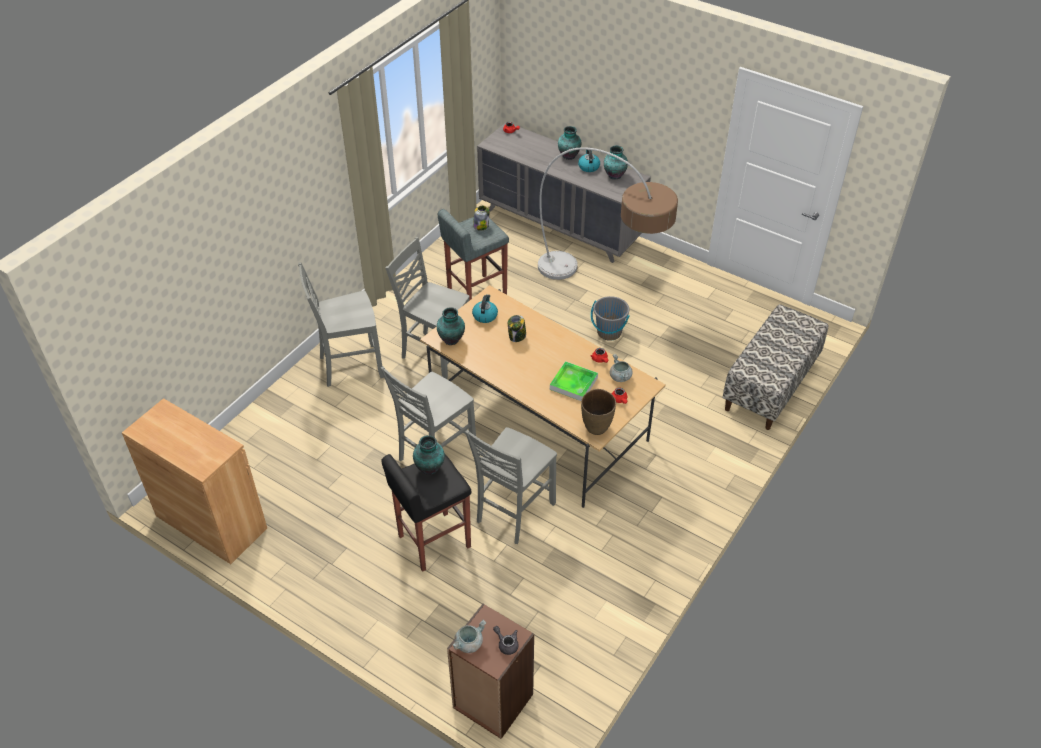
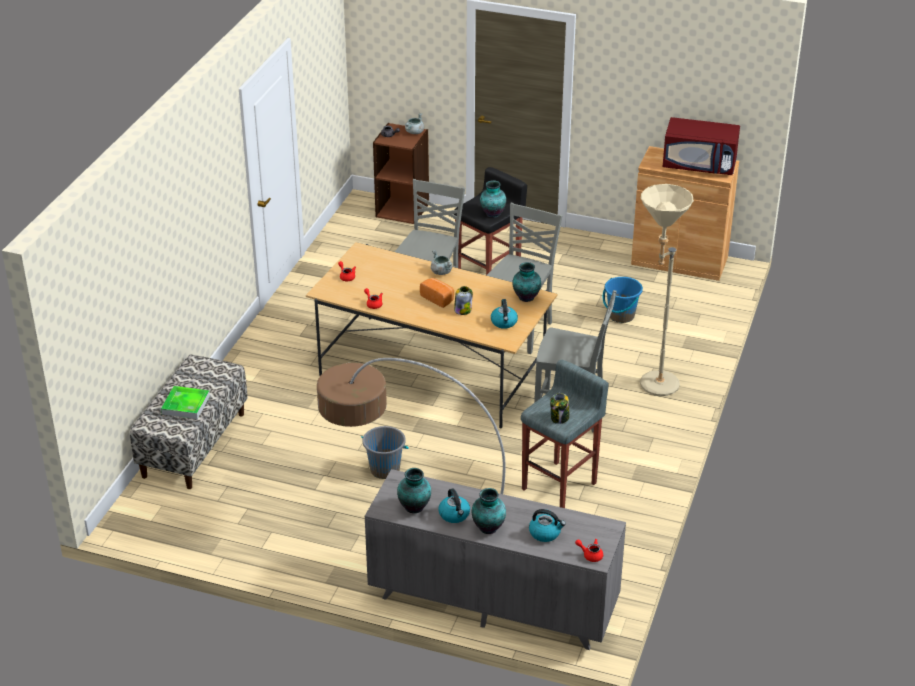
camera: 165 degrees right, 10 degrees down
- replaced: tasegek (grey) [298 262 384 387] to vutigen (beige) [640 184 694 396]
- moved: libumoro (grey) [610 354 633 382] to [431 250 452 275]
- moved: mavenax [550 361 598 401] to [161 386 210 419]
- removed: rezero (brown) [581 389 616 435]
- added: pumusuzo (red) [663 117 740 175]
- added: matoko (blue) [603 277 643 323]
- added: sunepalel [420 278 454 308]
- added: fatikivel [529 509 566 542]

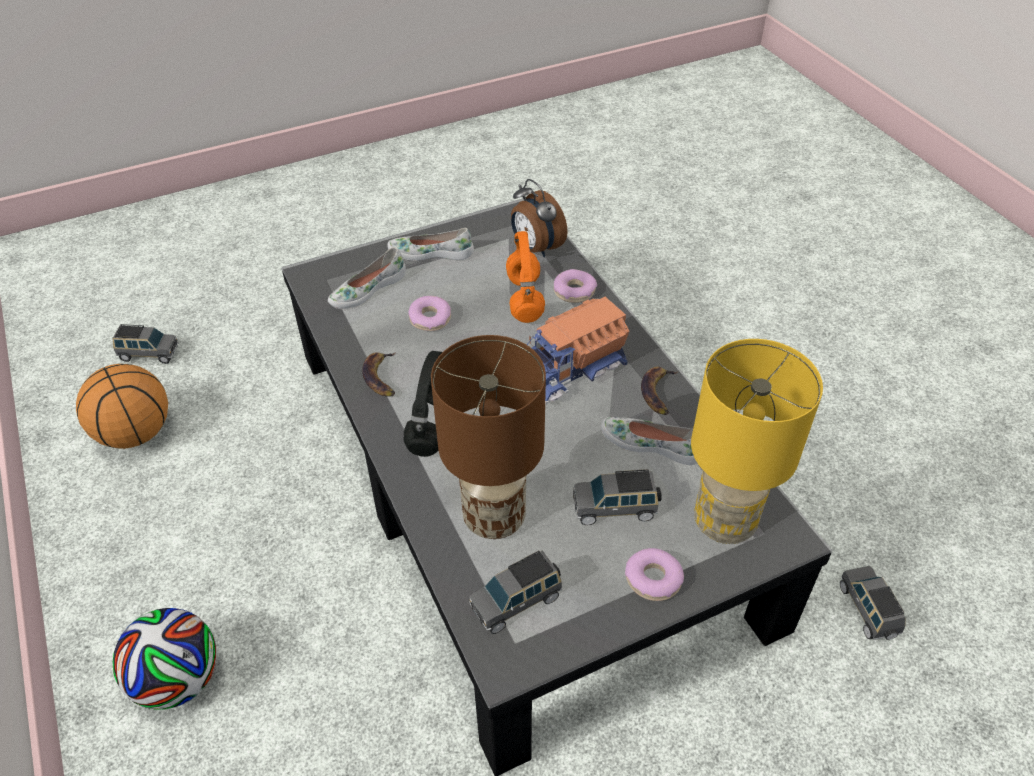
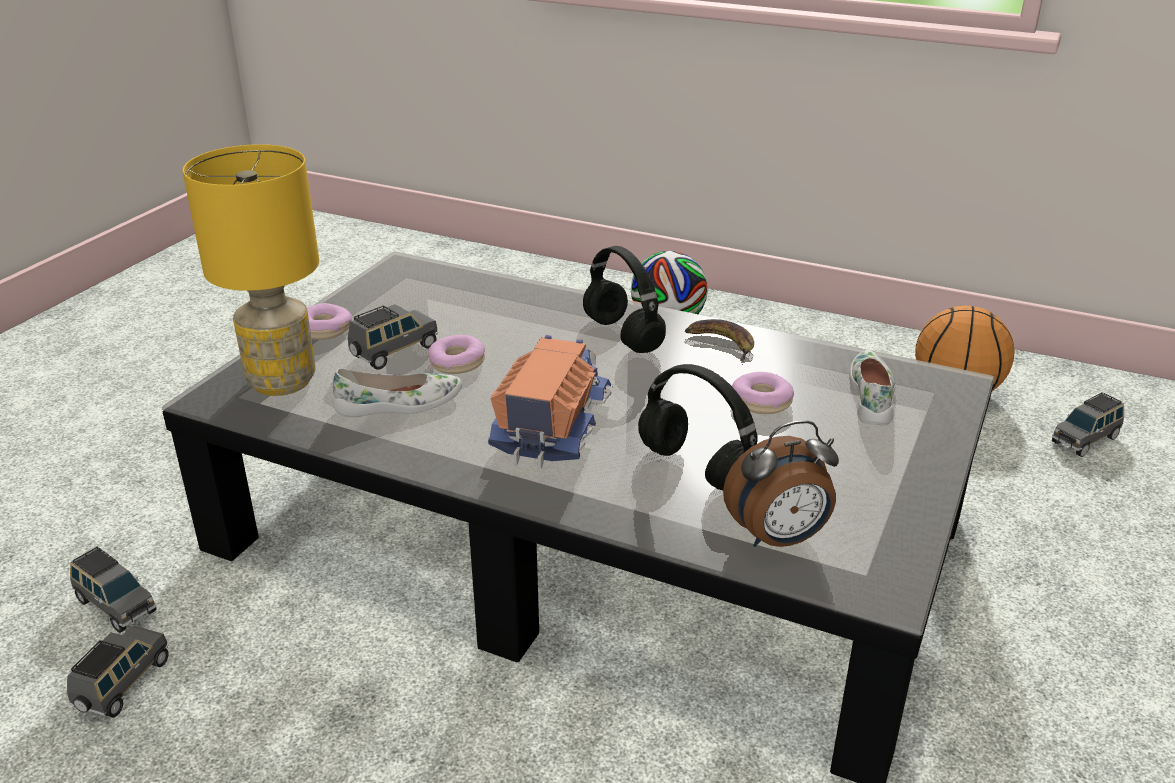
camera: 140 degrees right, 15 degrees down
- turned: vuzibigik [511 179 568 257] = [723 421 839 547] 150 degrees clockwise
- removed: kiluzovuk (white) [387 228 474 261]
- recoloured: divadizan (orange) [506 231 545 323] to divadizan (black) [638 364 758 491]
- moved: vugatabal [554 269 597 303] to [428 335 485 374]
- removed: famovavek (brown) [431 335 546 539]
- removed: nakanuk [641 367 678 415]
- moved: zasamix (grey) [469 550 562 634] to [67 626 169 718]

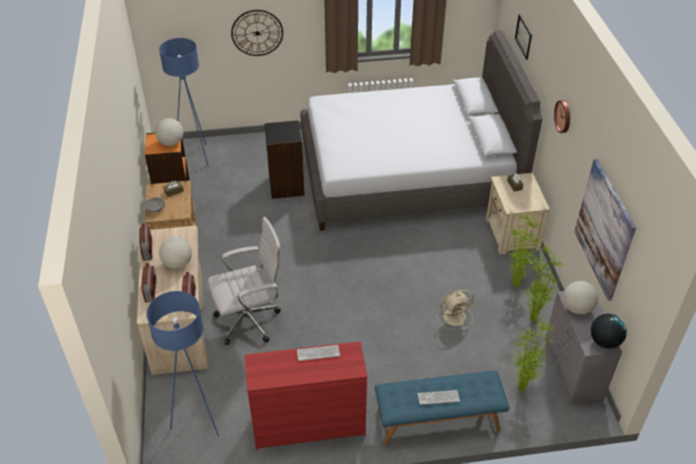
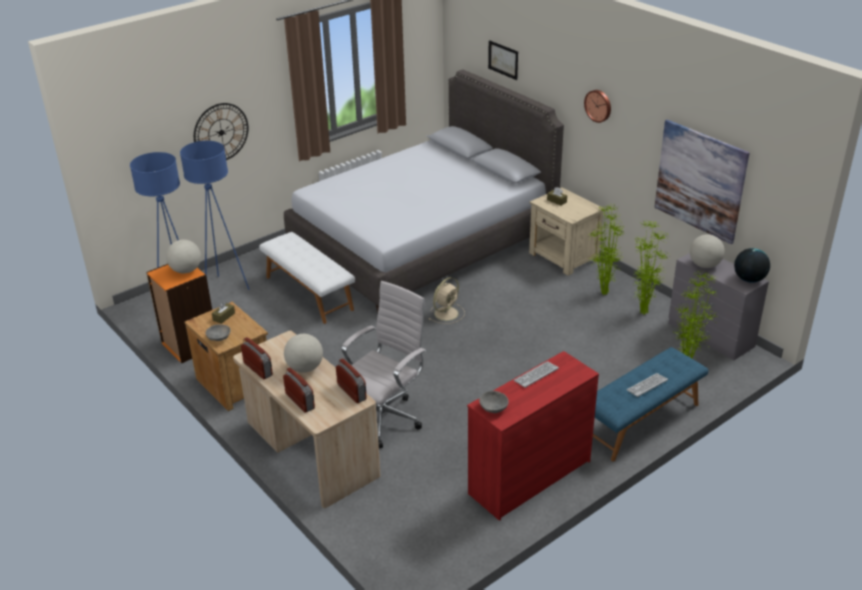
camera: 30 degrees left, 10 degrees down
- replaced: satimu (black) [265 120 305 199] to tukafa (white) [259 232 355 324]
- moved: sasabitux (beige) [436 290 474 330] to [429 277 465 324]
- moved: vutigen (blue) [146 291 219 436] to [180 141 250 290]
- added: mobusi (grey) [479 391 509 413]

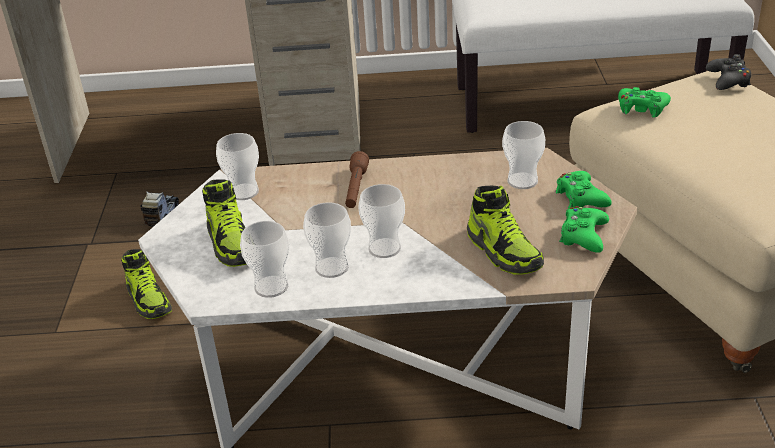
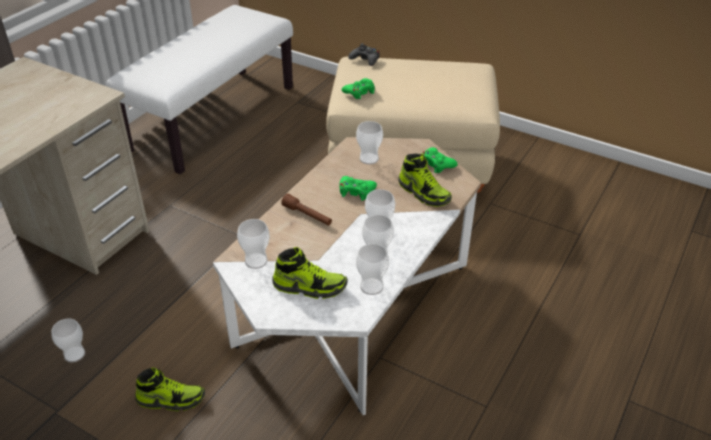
camera: 60 degrees left, 5 degrees up
- moved: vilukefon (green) [555 171 612 209] to [339 176 377 201]
- turned: kiluzovuk [467 186 544 275] = [398 154 452 207] 45 degrees clockwise
- replaced: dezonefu [140 192 179 227] to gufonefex [51 318 85 362]

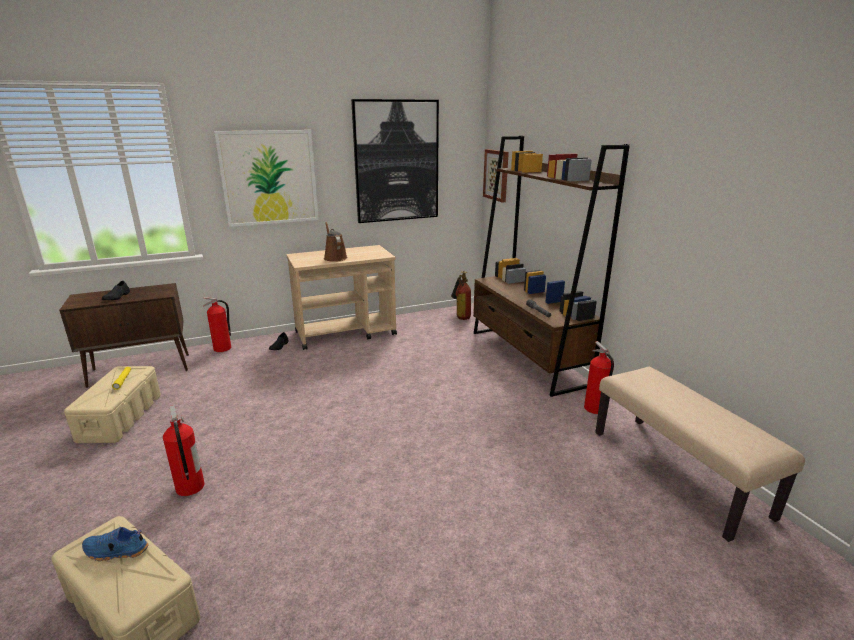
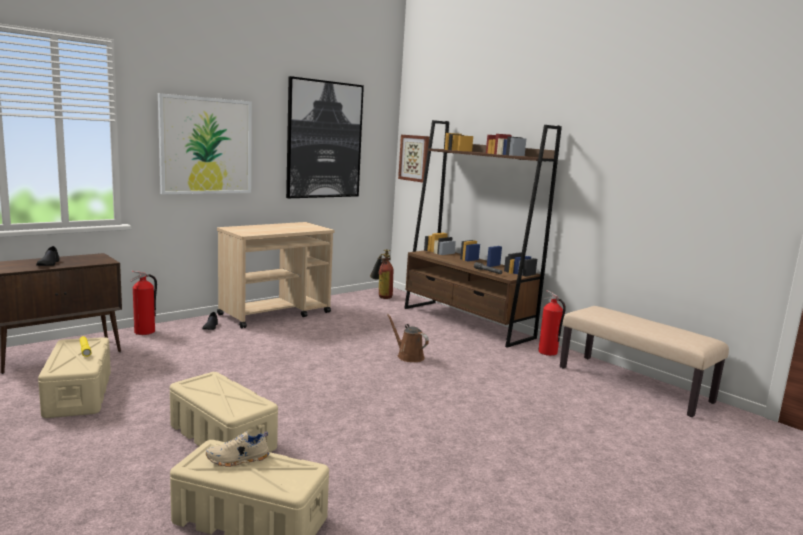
camera: 20 degrees left, 10 degrees down
- moved: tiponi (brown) [324 222 348 262] to [387 314 429 362]
- replaced: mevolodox [163 405 205 496] to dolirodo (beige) [170 372 278 452]
- recoloured: kiluzovuk (blue) [82 527 148 561] to kiluzovuk (beige) [206 431 270 467]

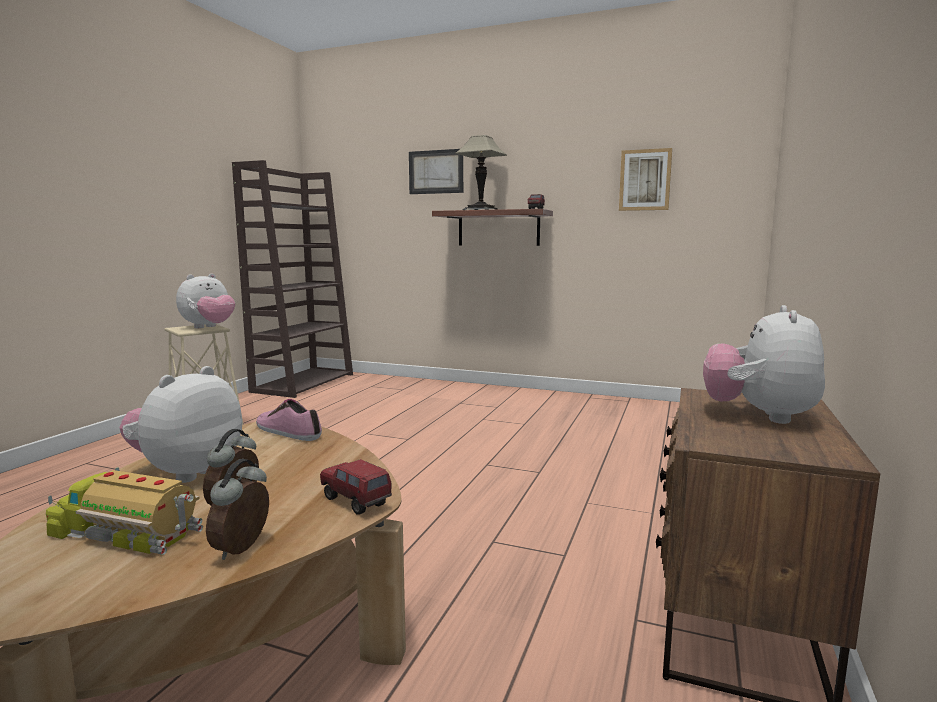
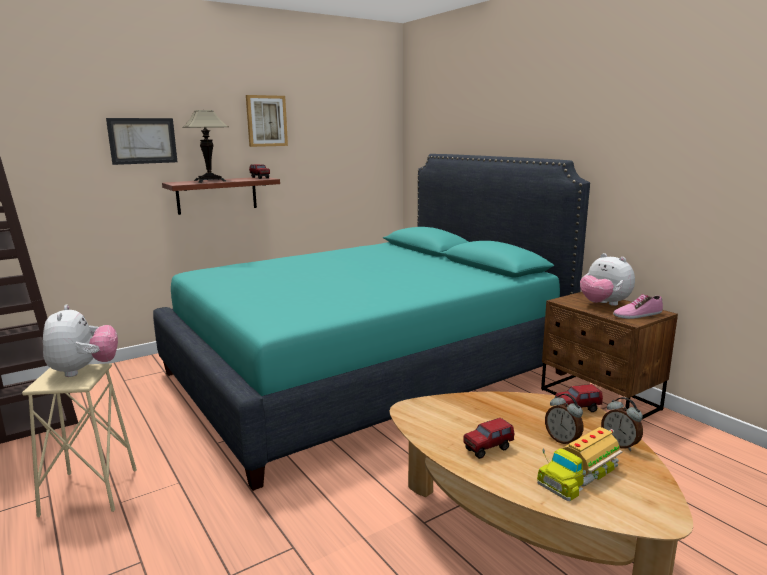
camera: 55 degrees left, 5 degrees up
- moved: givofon [619 148 672 211] to [246 95 288 147]
- replaced: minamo [119 366 242 483] to dezonefu [463 418 514 459]
- moved: kiluzovuk [256 399 322 441] to [613 295 663 319]
- added: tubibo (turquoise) [153 154 590 491]

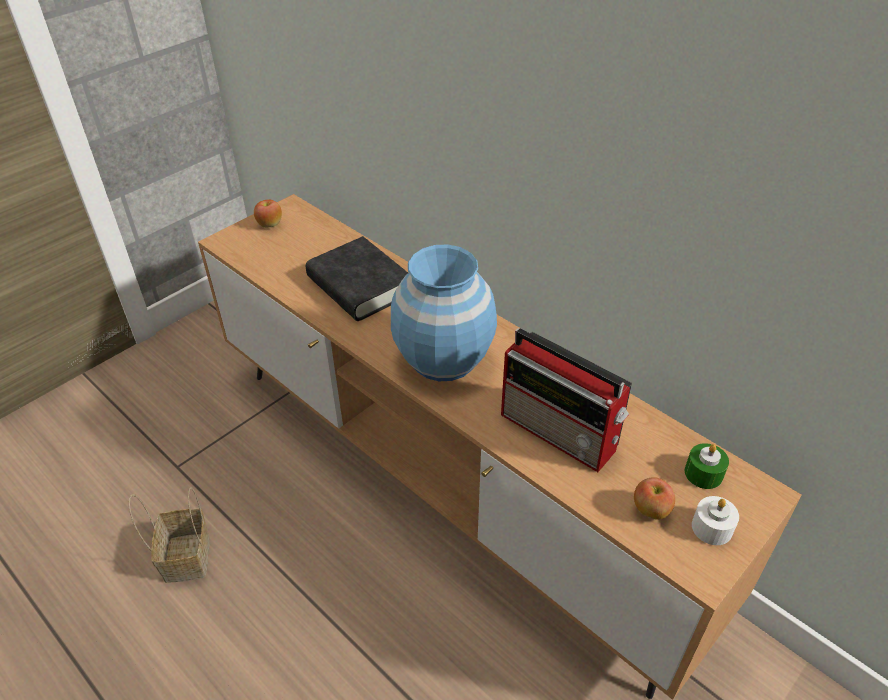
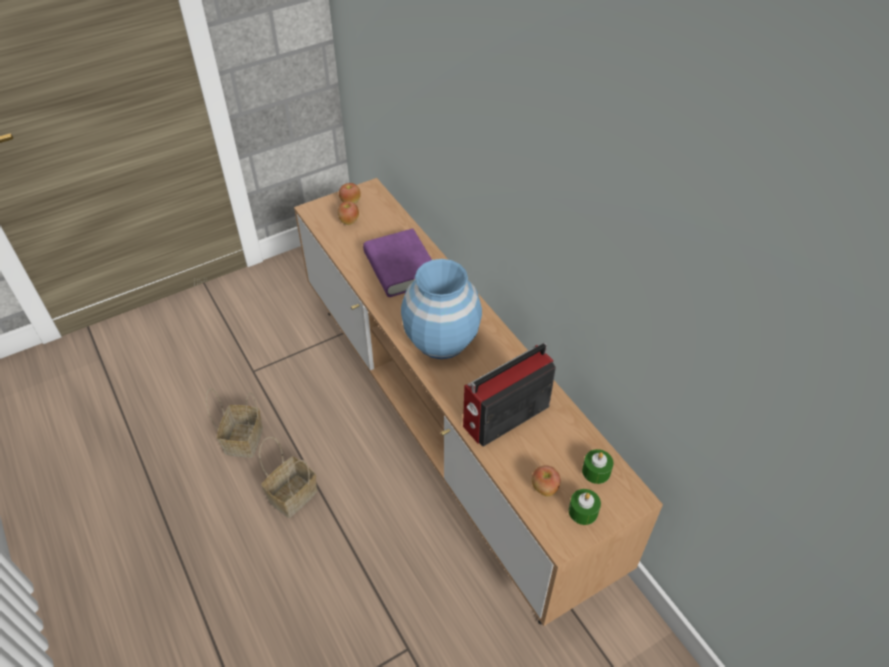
camera: 15 degrees right, 5 degrees up
- recoloured: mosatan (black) [306 236 408 321] to mosatan (purple) [363 228 432 297]
- turned: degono [501 328 632 472] = [463 343 556 447] 90 degrees clockwise
- recoloured: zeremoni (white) [692 496 739 545] to zeremoni (green) [569 489 601 525]
- added: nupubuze [338 201 359 225]
- added: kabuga [259 437 317 518]

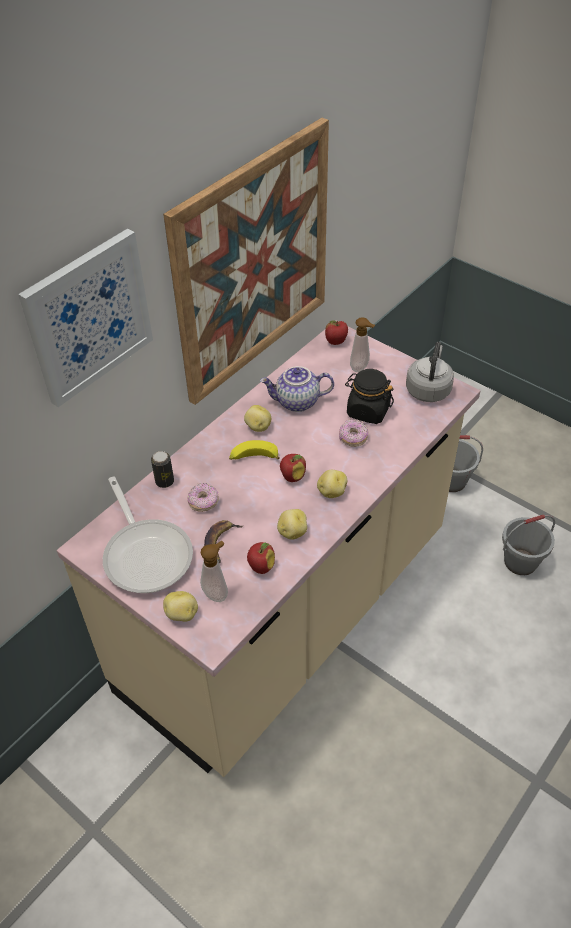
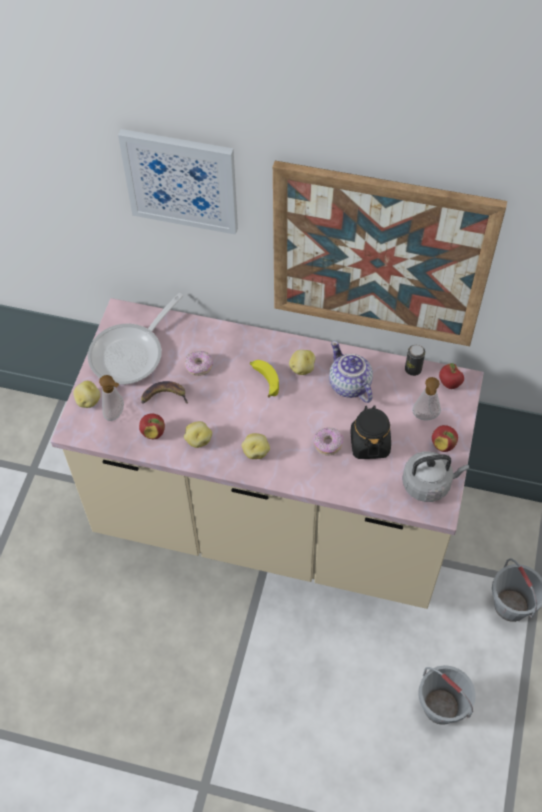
camera: 65 degrees right, 10 degrees up
- moved: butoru [151 451 174 488] to [405 345 425 376]
- moved: nupubuze [280 454 306 482] to [432 425 458 452]

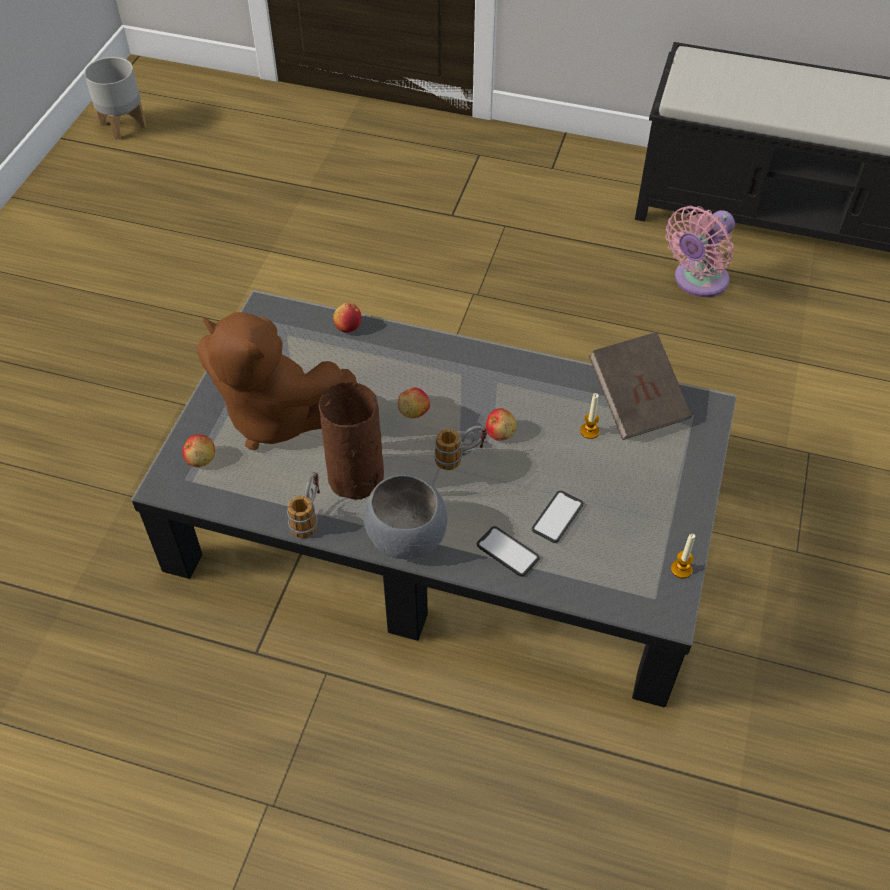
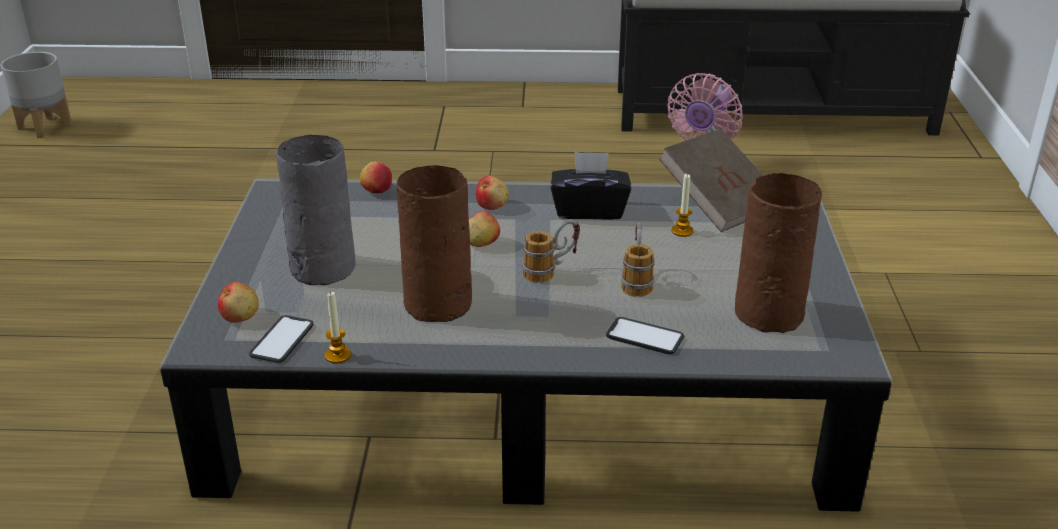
camera: 15 degrees left, 20 degrees down
- replaced: minamo (brown) [197 312 357 450] to rezero (grey) [276 135 356 285]
- moved: nupubuze [486 408 516 441] to [476 175 509 210]
- moved: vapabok [287 472 320 538] to [621 223 655 297]
- removed: mobusi (grey) [363 475 448 559]
- moved: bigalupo [532 491 583 543] to [249 315 313 363]
- moved: zeremoni [671 534 695 578] to [325 291 351 363]
- added: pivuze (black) [550 151 632 220]
- added: rezero (brown) [735 173 822 333]

